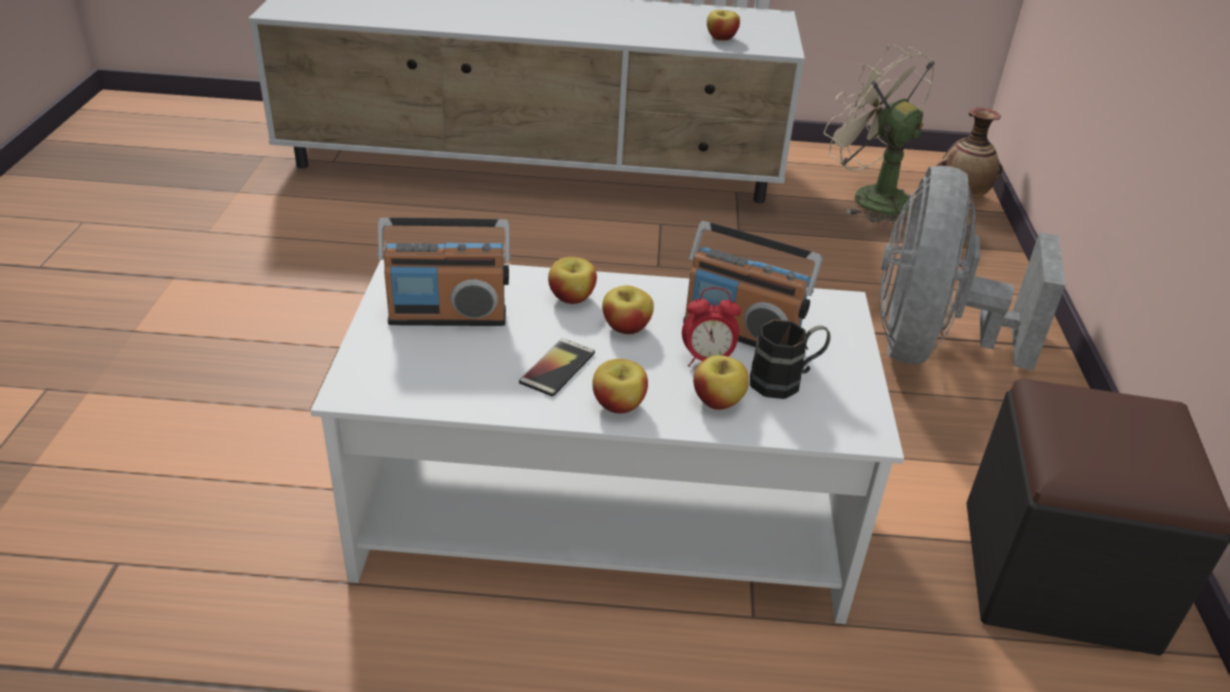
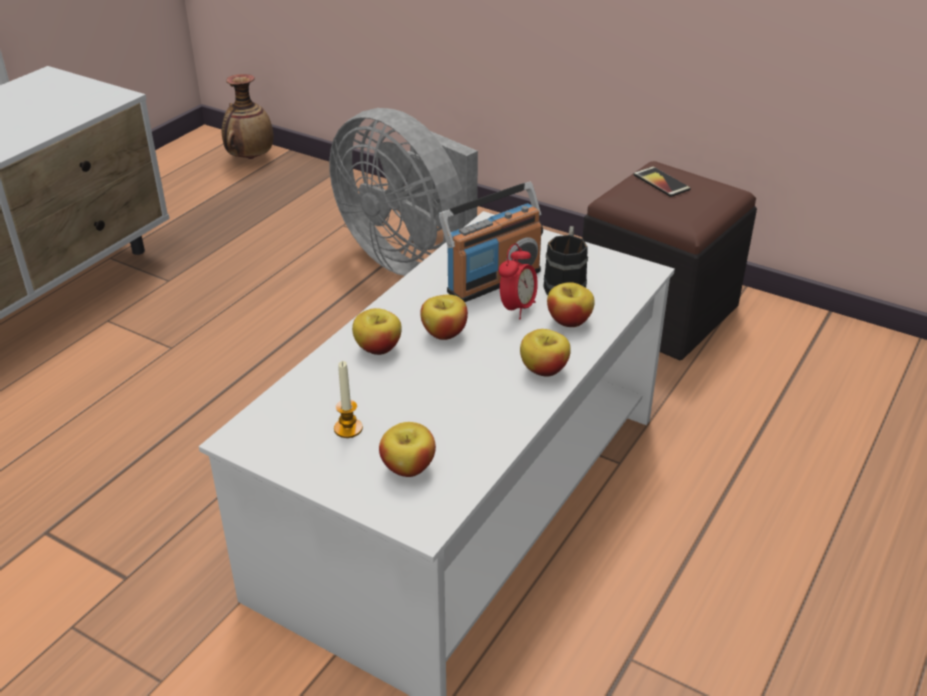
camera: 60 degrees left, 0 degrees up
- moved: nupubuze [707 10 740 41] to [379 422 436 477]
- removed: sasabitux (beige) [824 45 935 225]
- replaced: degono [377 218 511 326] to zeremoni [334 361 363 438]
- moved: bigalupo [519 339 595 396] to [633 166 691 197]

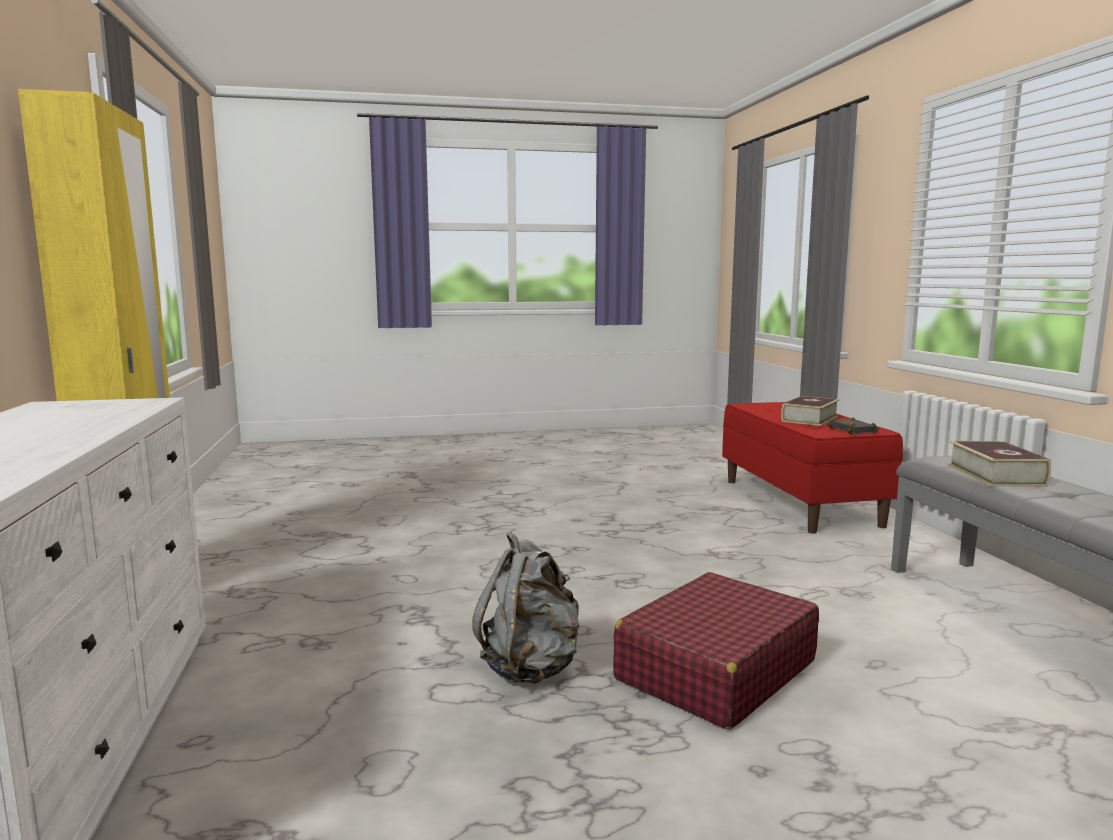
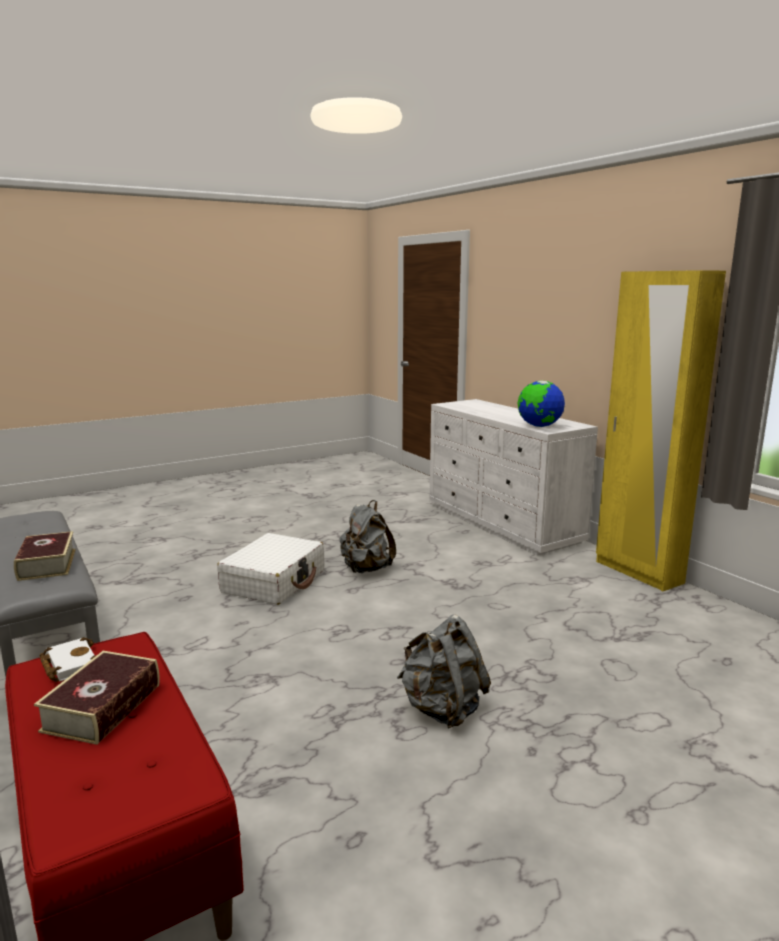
camera: 160 degrees right, 5 degrees up
- recoloured: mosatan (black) [827 417 879 435] to mosatan (white) [40 637 95 682]
- recoloured: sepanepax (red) [613 572 819 730] to sepanepax (white) [217 533 325 605]
- added: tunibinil [518 381 565 427]
- added: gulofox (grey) [397 614 491 728]

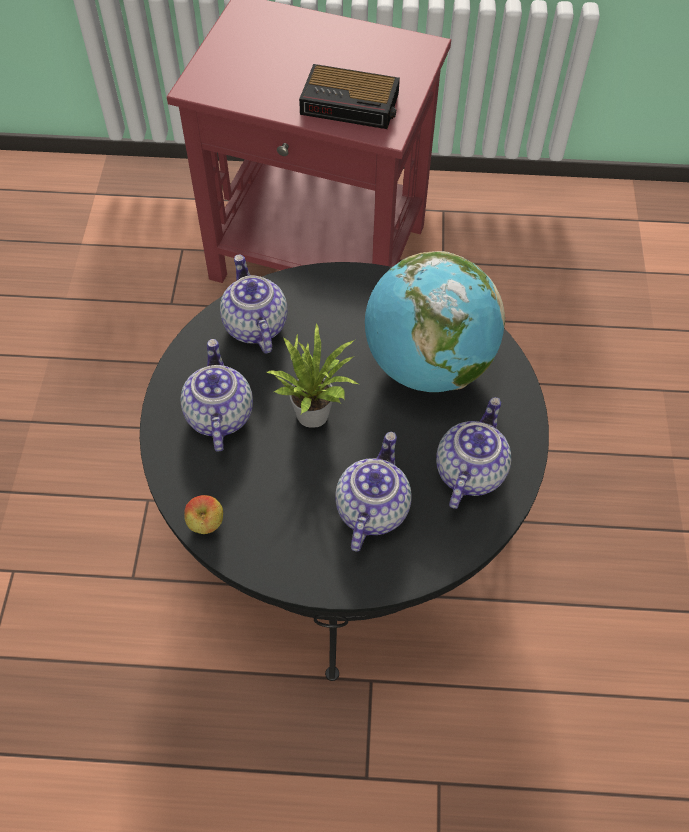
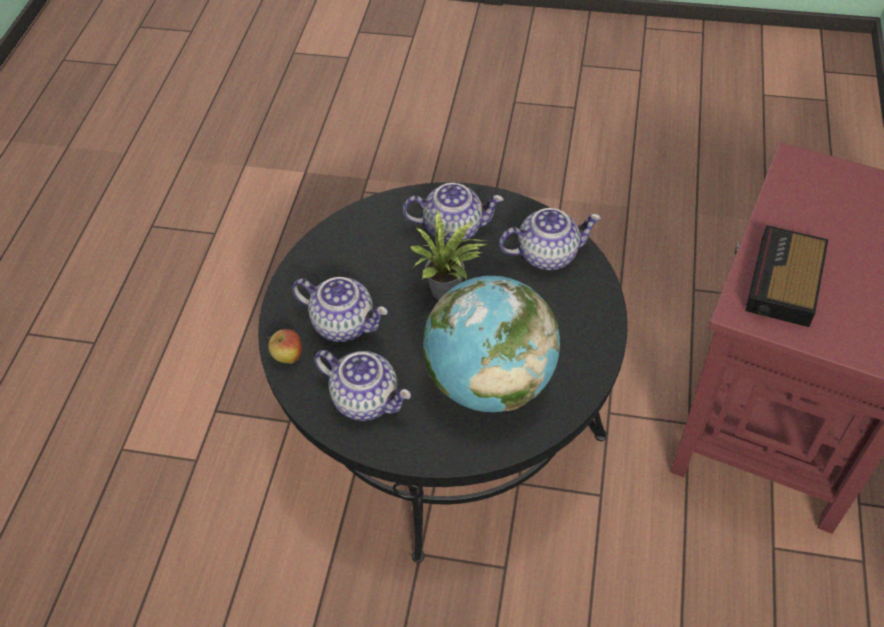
camera: 100 degrees right, 5 degrees down
- moved: nupubuze [184 495 223 534] to [267 329 302 364]

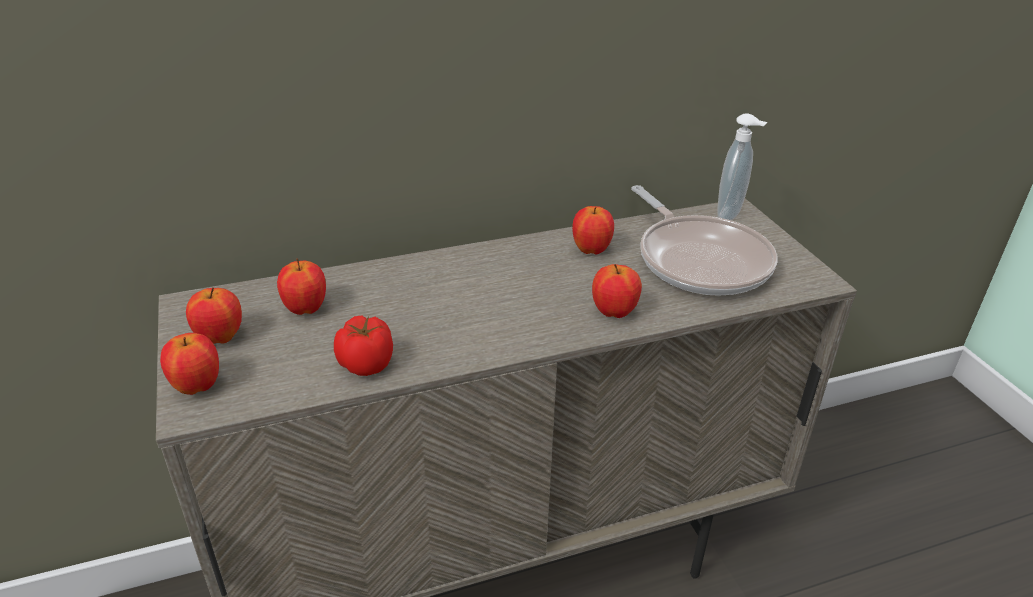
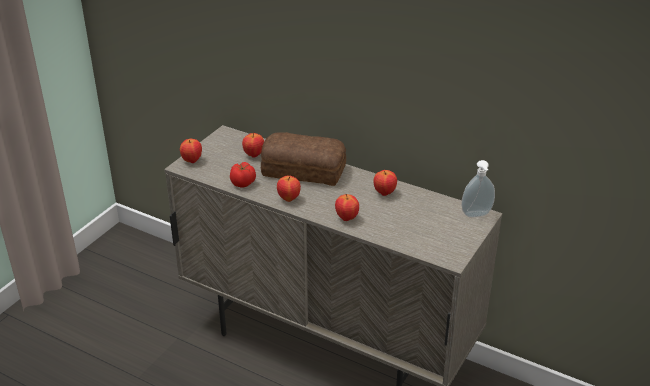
camera: 50 degrees right, 0 degrees up
- removed: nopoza [631 185 777 296]
- moved: nupubuze [186 287 242 344] to [277 176 301 202]
- added: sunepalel [261 132 346 186]

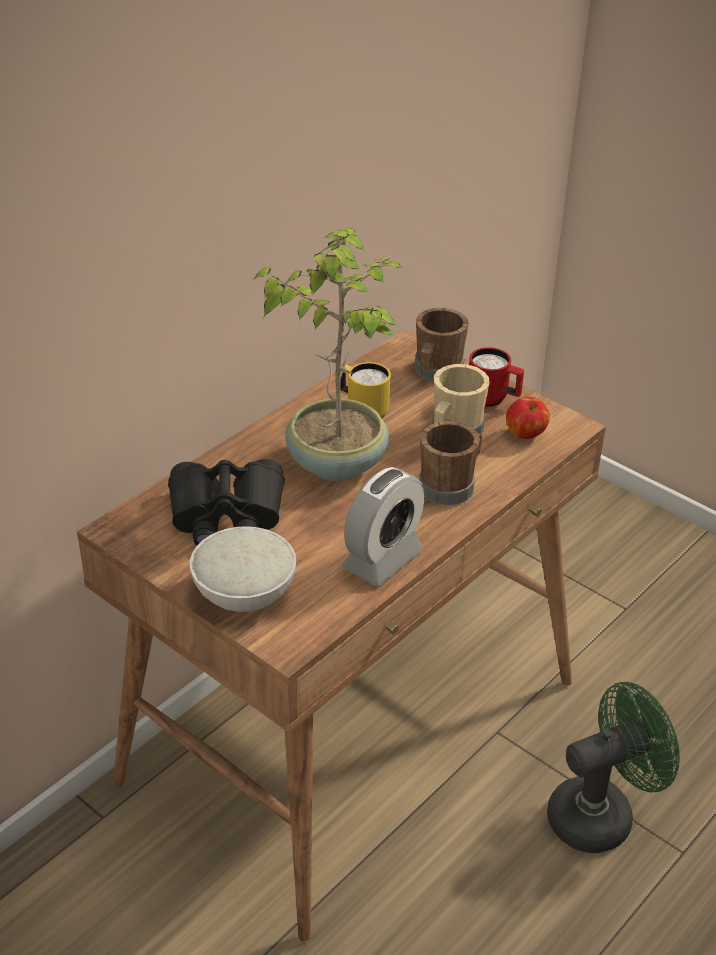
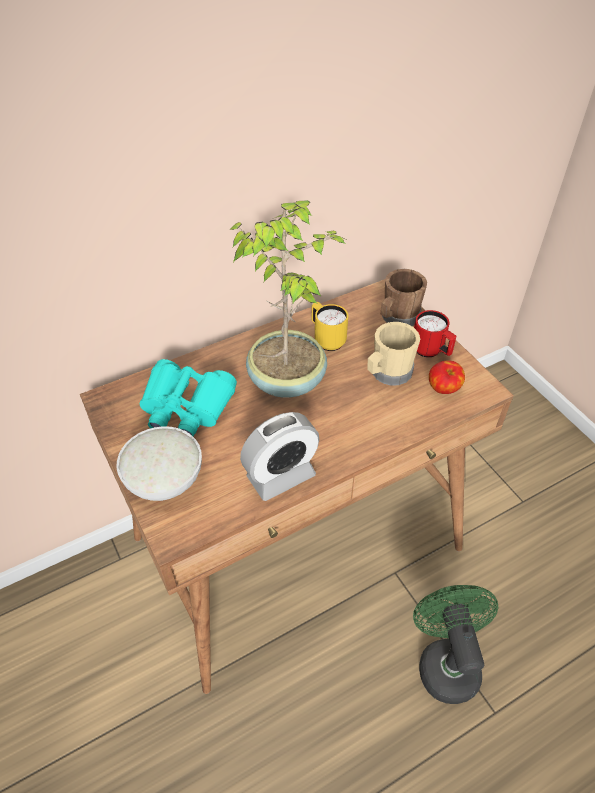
camera: 20 degrees right, 10 degrees up
- removed: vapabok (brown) [419 421 482 505]
- recoloured: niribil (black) [168 459 285 546] to niribil (turquoise) [139 359 237 436]
- turned: sasabitux (green) [547 682 680 853] = [413 585 498 704] 90 degrees counterclockwise

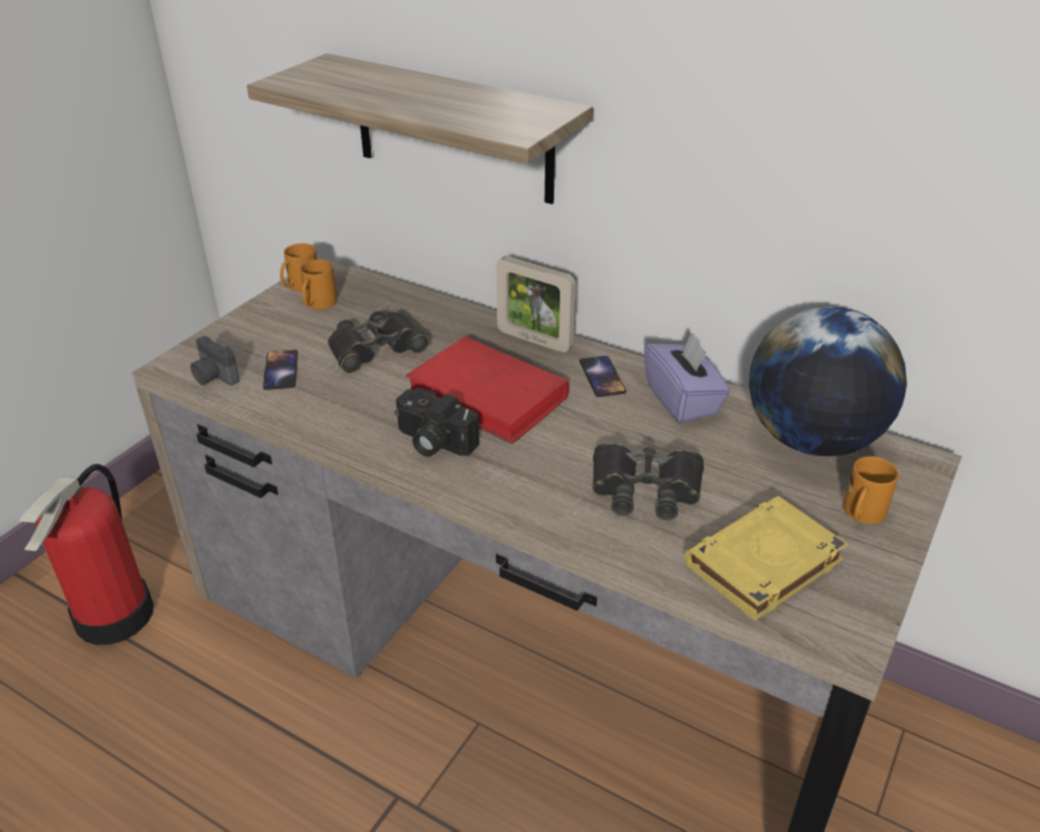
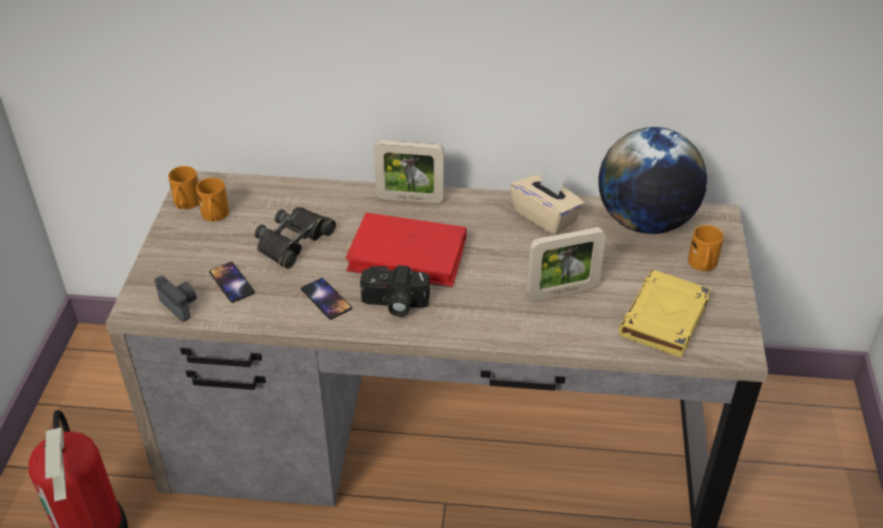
camera: 25 degrees left, 5 degrees up
- removed: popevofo [247 53 593 204]
- recoloured: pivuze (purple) [644 333 731 423] to pivuze (beige) [510 167 585 235]
- turned: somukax [190 336 240 385] = [155 276 197 322] 150 degrees counterclockwise
- moved: bigalupo [579 356 626 397] to [301 278 352 320]
- replaced: niribil (black) [592 444 704 520] to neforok [527 227 606 300]

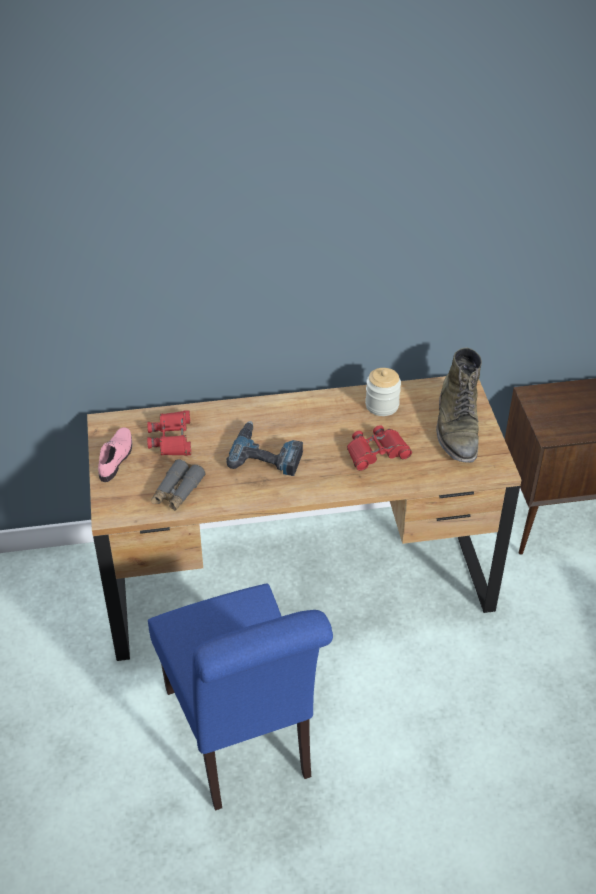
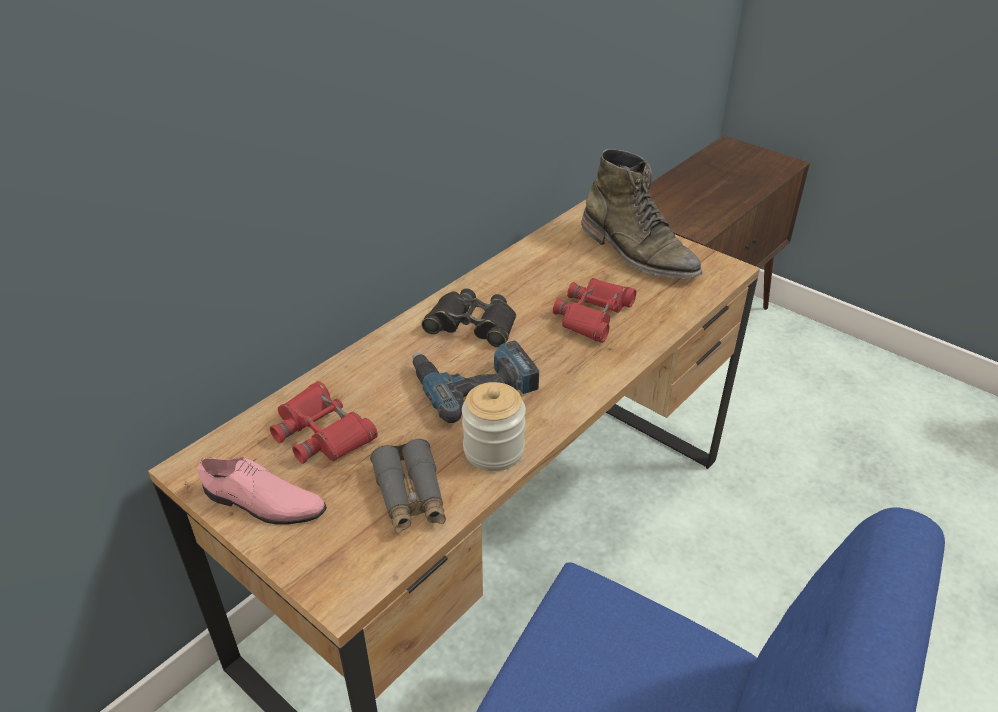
camera: 40 degrees left, 5 degrees down
- moved: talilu [365 368 401 416] to [462 382 526 471]
- turned: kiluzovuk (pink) [98 427 132 482] = [197 457 327 524] 135 degrees clockwise
- added: niribil (black) [422 288 516 348]

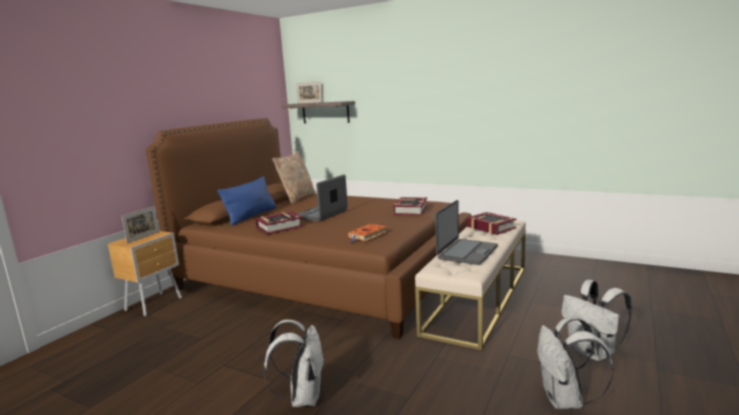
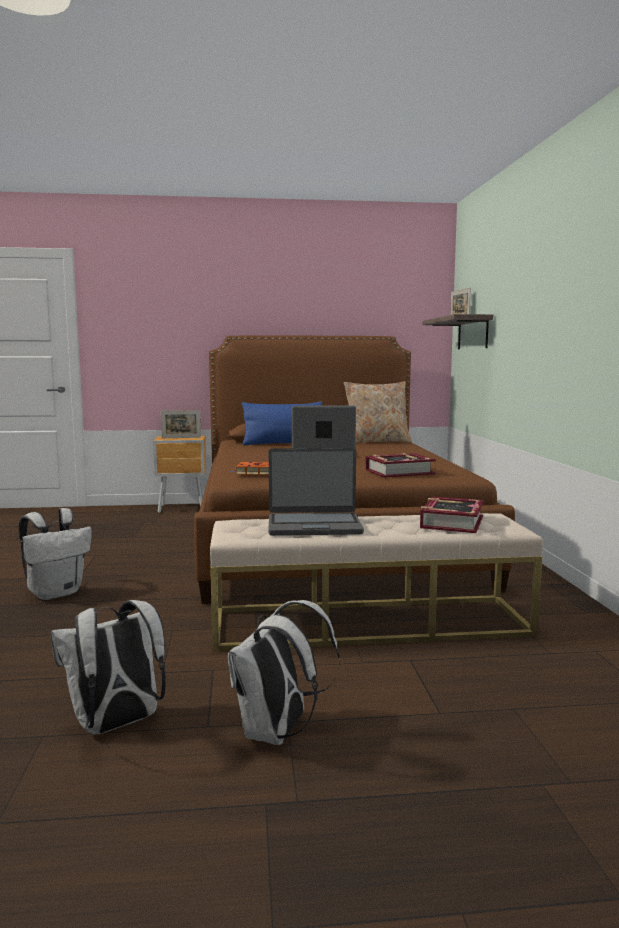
camera: 55 degrees right, 5 degrees down
- removed: mosatan [255 211 304 234]

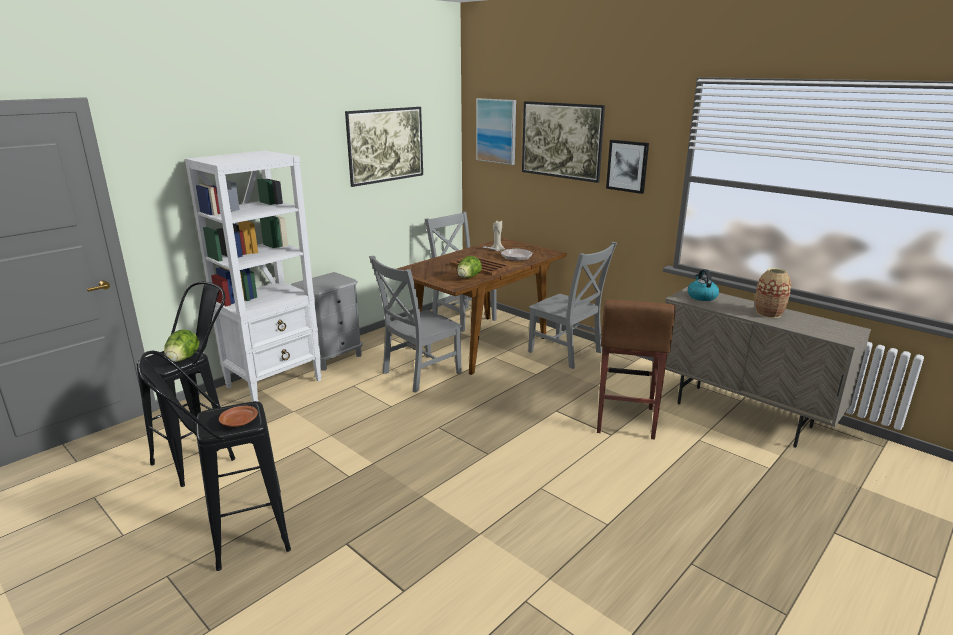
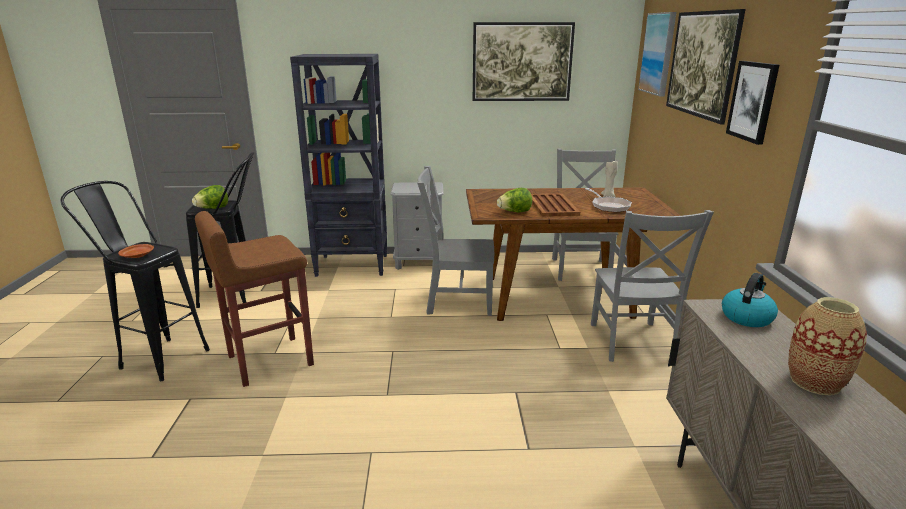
camera: 45 degrees right, 0 degrees up
- recoloured: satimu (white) [185 150 322 402] to satimu (black) [290 54 387 277]
- moved: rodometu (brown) [597 299 676 440] to [195 211 314 387]

